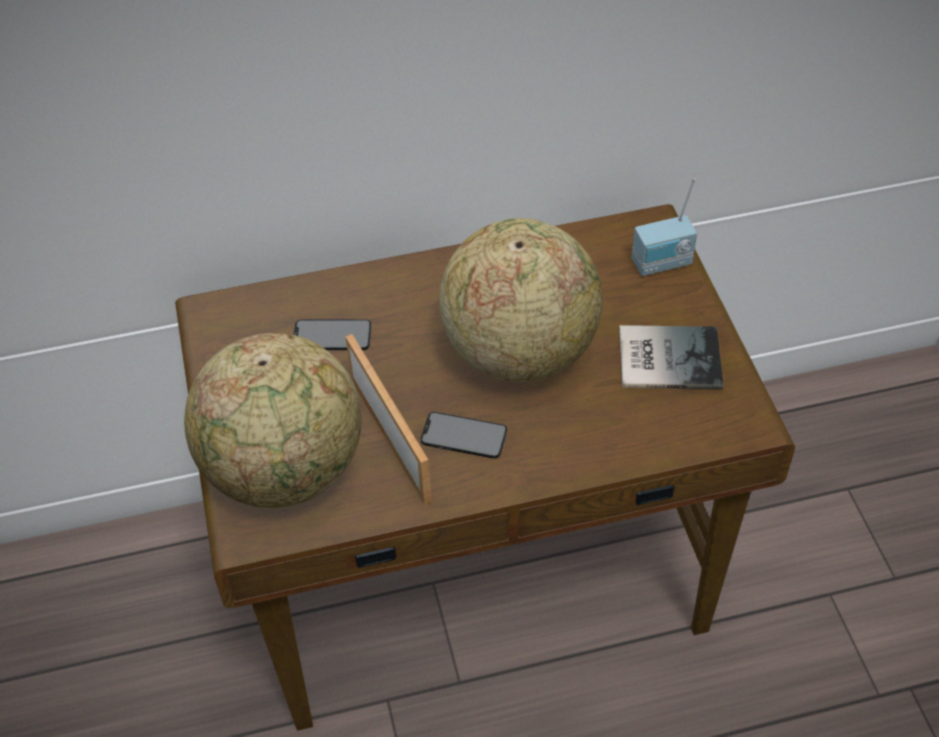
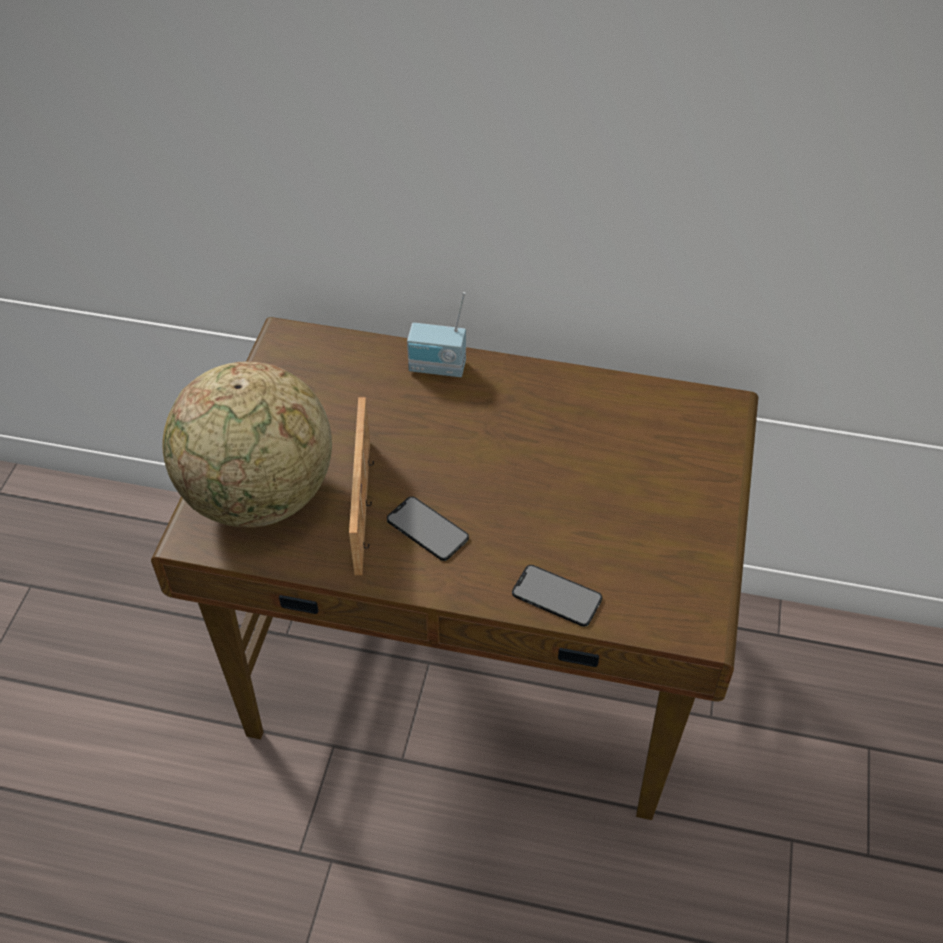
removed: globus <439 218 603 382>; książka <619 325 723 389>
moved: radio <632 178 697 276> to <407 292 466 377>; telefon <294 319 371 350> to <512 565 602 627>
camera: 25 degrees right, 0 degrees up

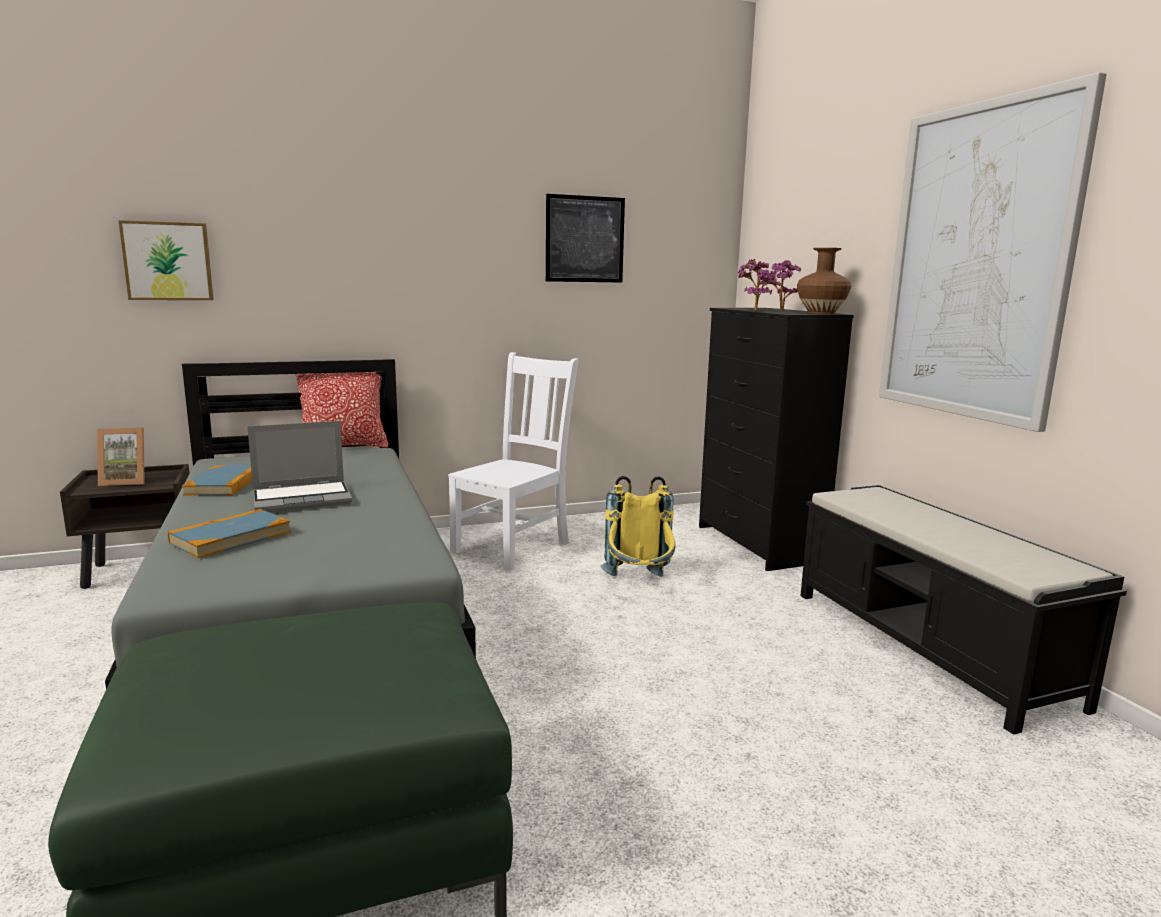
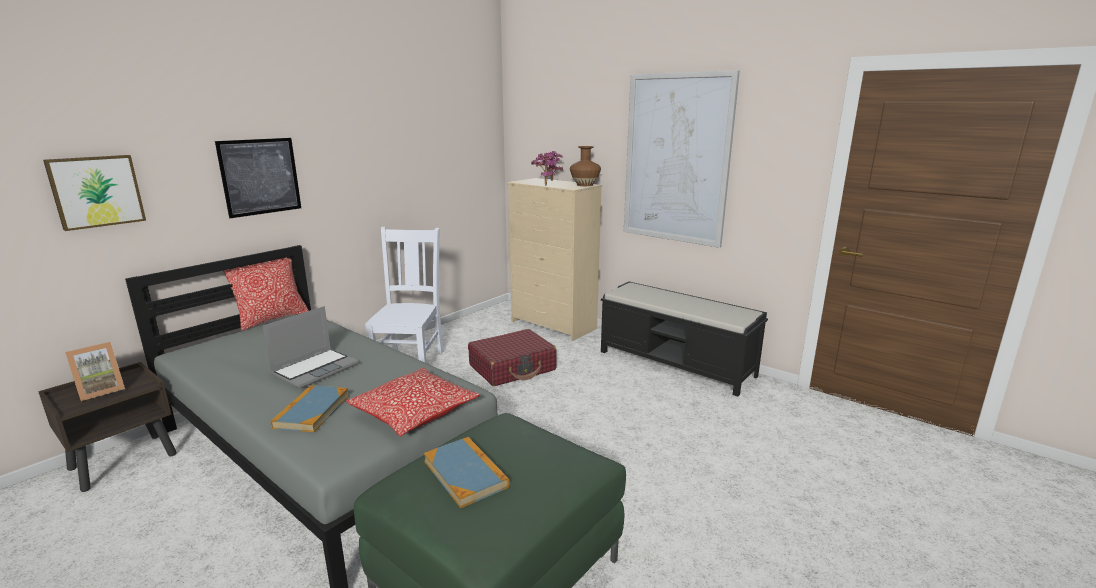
added: poduszka <346 367 480 437>
moved: obraz <546 194 625 283> to <215 138 301 218>; książka <182 465 252 496> to <424 437 510 508>
replaced: plecak/żółty <601 476 676 577> to walizka/czerwony <468 329 557 386>
recoloured: komoda/czarny <699 308 854 571> to komoda/beżowy <507 178 602 341>
camera: 30 degrees left, 5 degrees up

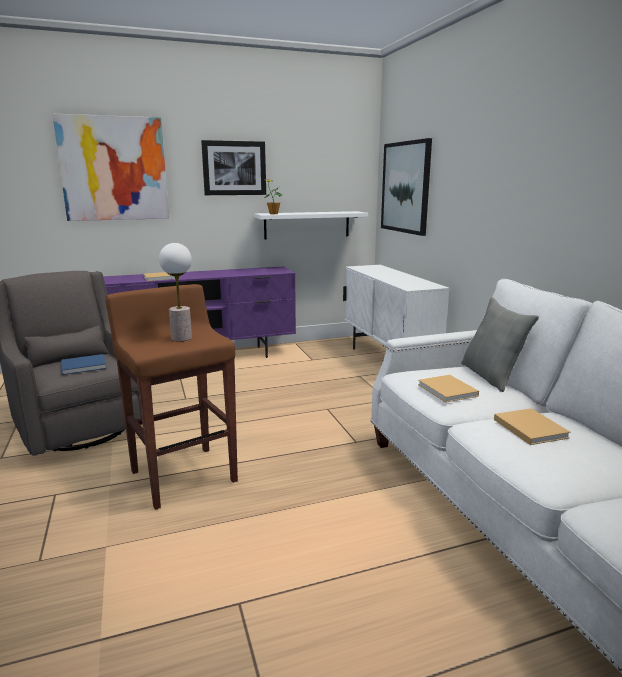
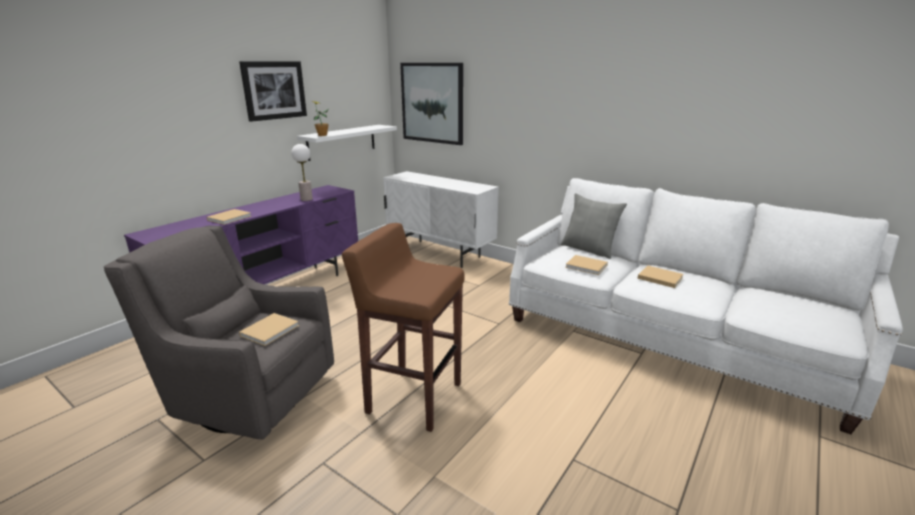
removed: obraz <52 114 169 221>
moved: lampa stołowa <159 243 192 341> to <291 144 313 201>
recoloured: książka/niebieski <61 354 107 375> to książka/beżowy <239 313 299 346>
camera: 35 degrees left, 5 degrees up

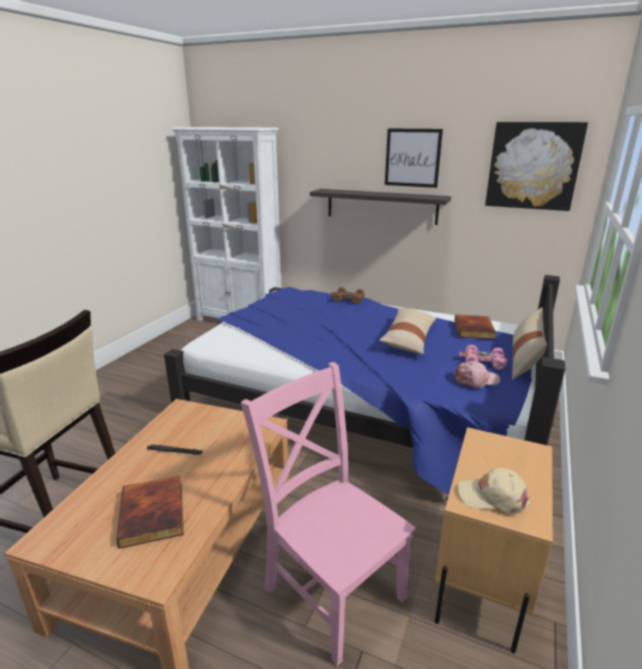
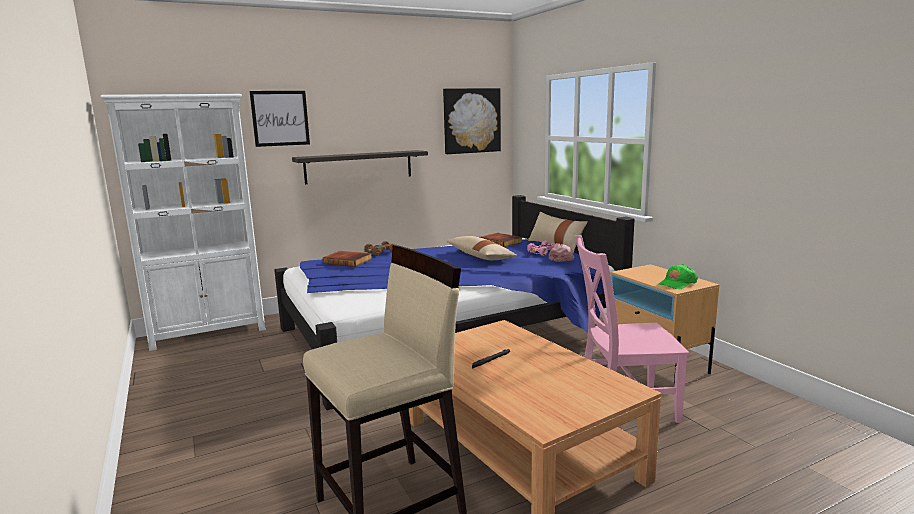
moved: obraz <385 128 443 188> to <249 91 310 147>; książka <116 476 184 549> to <323 251 372 267>
recoloured: czapka z daszkiem/beżowy <458 468 530 514> to czapka z daszkiem/zielony <658 264 698 289>
camera: 50 degrees left, 10 degrees down

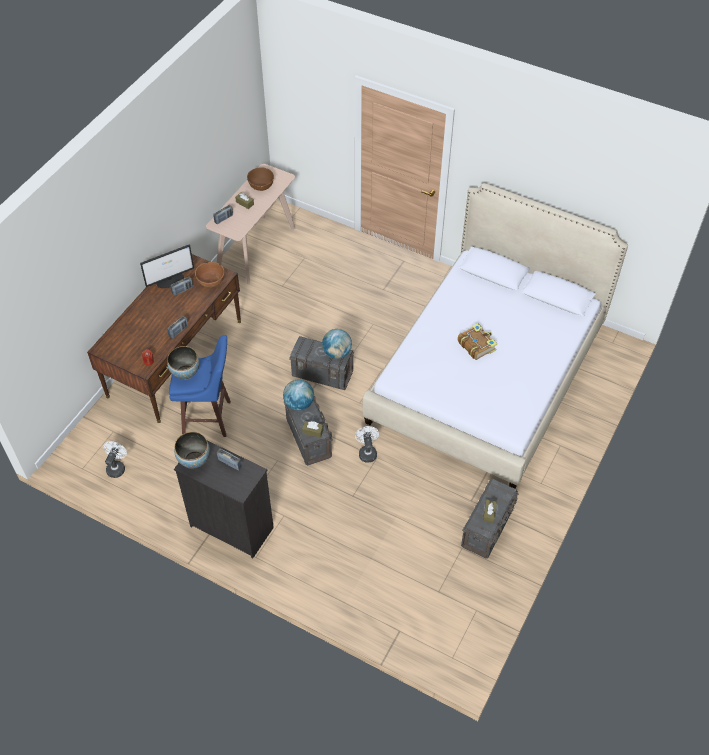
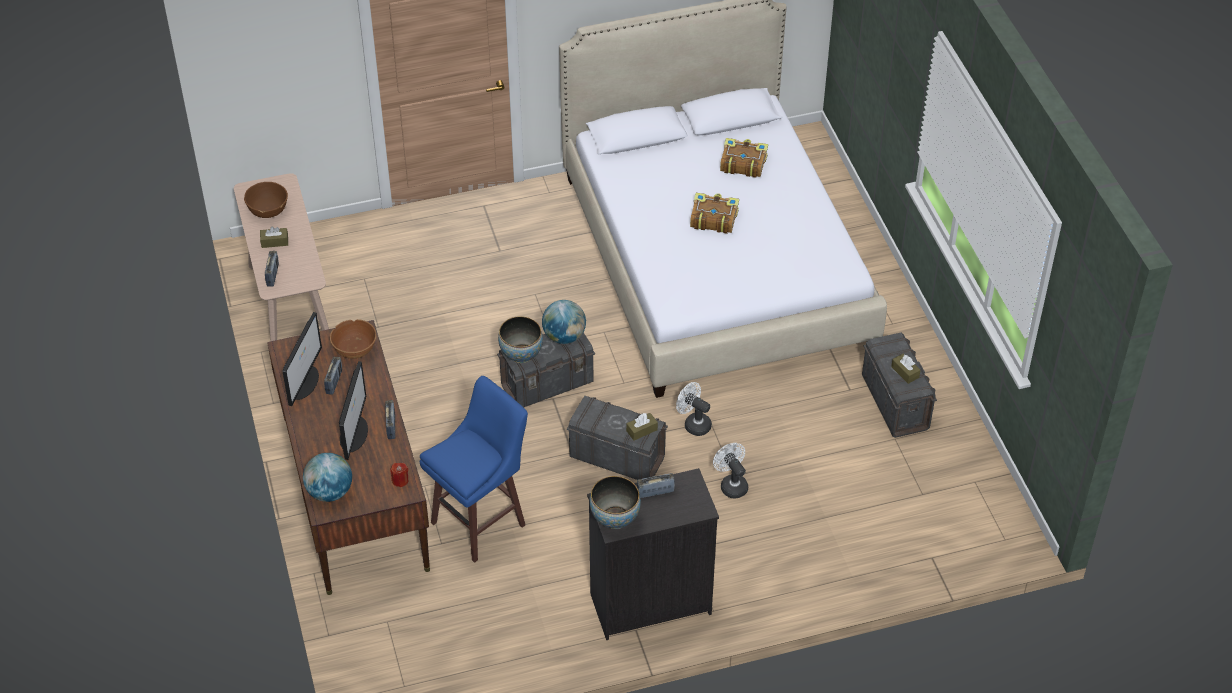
added: książka <720 138 768 178>; monitor <339 361 368 460>
moved: miska <167 346 199 380> to <498 316 543 363>; globus <283 380 314 411> to <303 453 352 502>; wentylator/biały <103 441 127 478> to <713 443 748 498>
camera: 45 degrees left, 5 degrees down

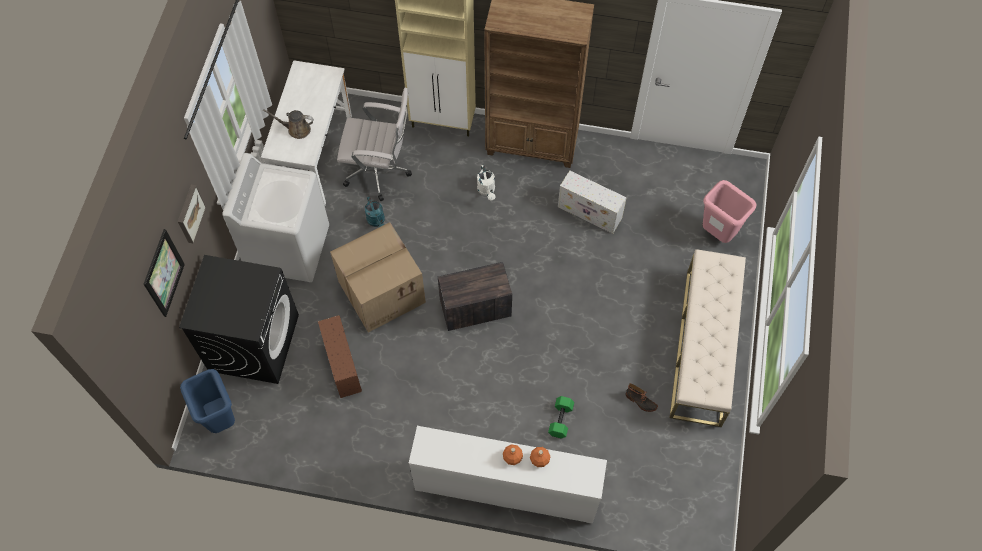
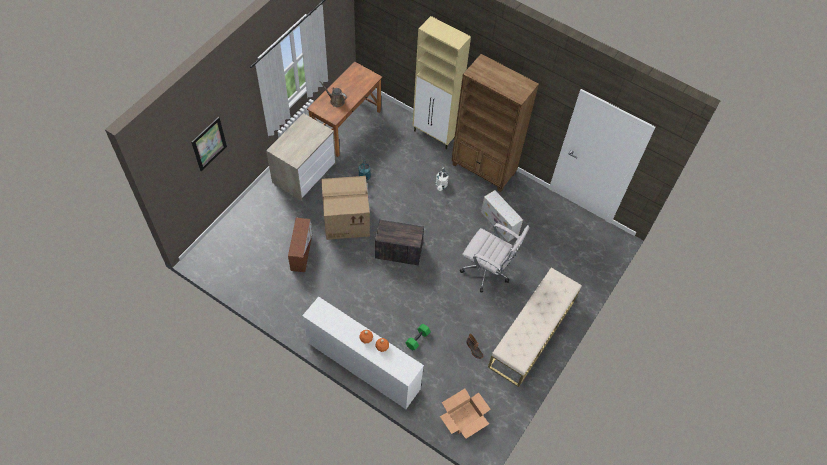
removed: kosz na śmieci/różowy <703 180 757 243>; obraz <178 185 206 244>; pralka/czarny <179 255 299 384>; kosz na śmieci/niebieski <180 369 235 433>
added: karton <440 389 491 439>
moved: krzesło biurowe/biały <337 88 412 201> to <460 223 529 292>
replaced: pralka/biały <222 153 329 282> to komoda <266 113 336 201>
recoloured: biurko/biały <261 60 352 206> to biurko/brązowy <307 61 383 157>
camera: 20 degrees right, 5 degrees down

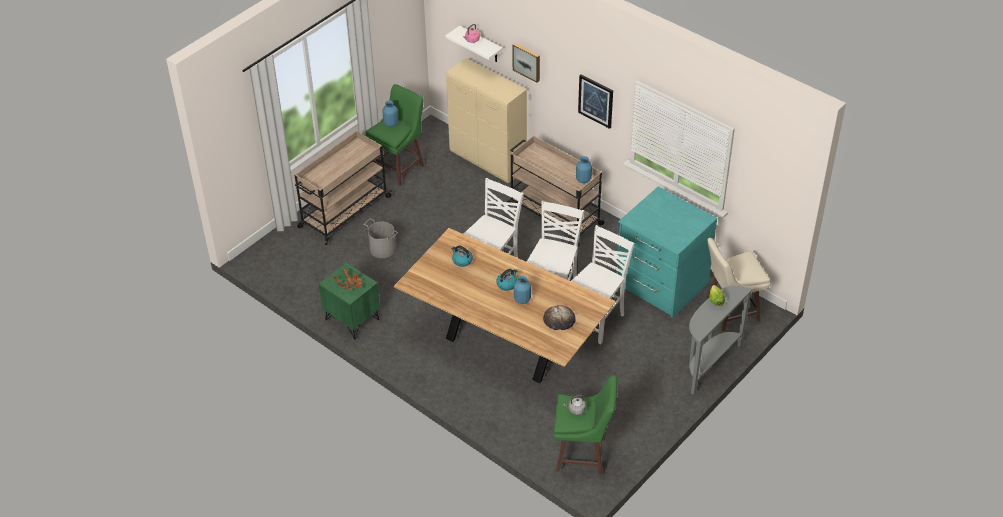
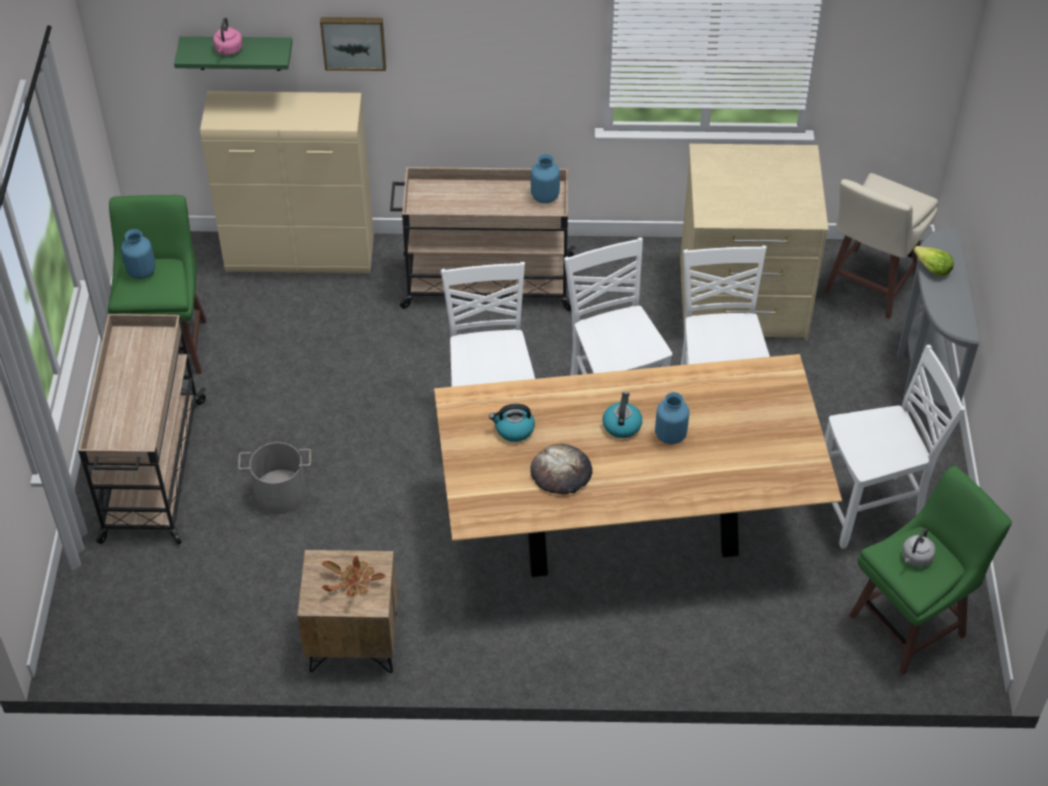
removed: obraz <578 74 613 129>
added: krzesło/biały <824 344 965 549>
moved: chleb <543 305 576 330> to <530 444 593 495>
recoloured: półka/biały <445 26 503 62> to półka/zielony <174 36 292 71>; komoda/turkusowy <617 187 717 318> to komoda/beżowy <680 144 829 340>; szafka nocna/zielony <319 263 380 339> to szafka nocna/brązowy <297 550 397 673>
camera: 40 degrees left, 5 degrees up

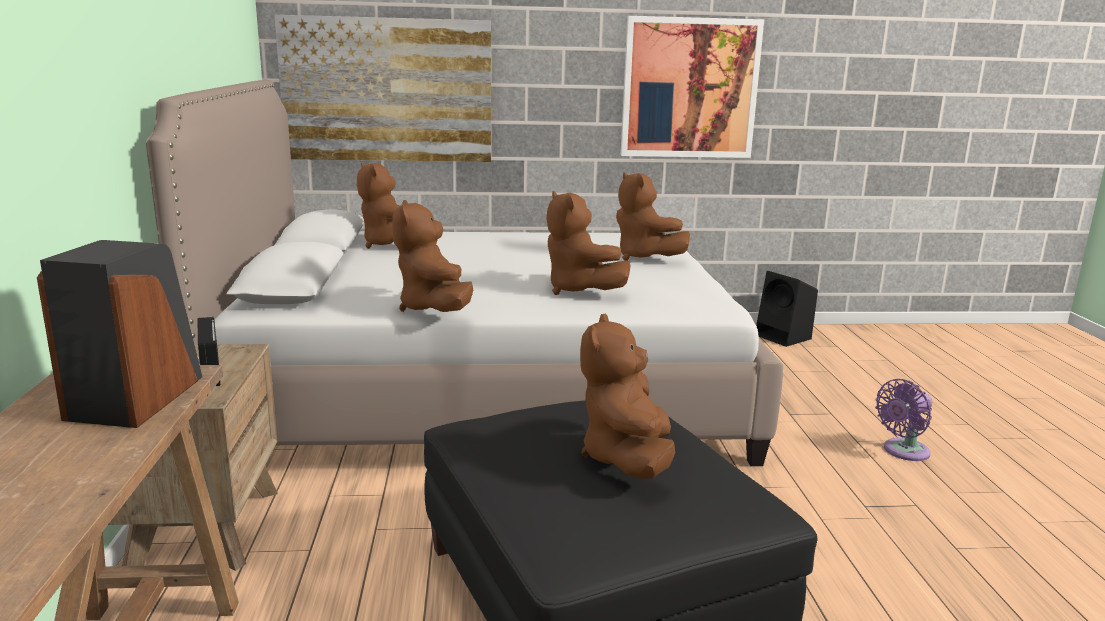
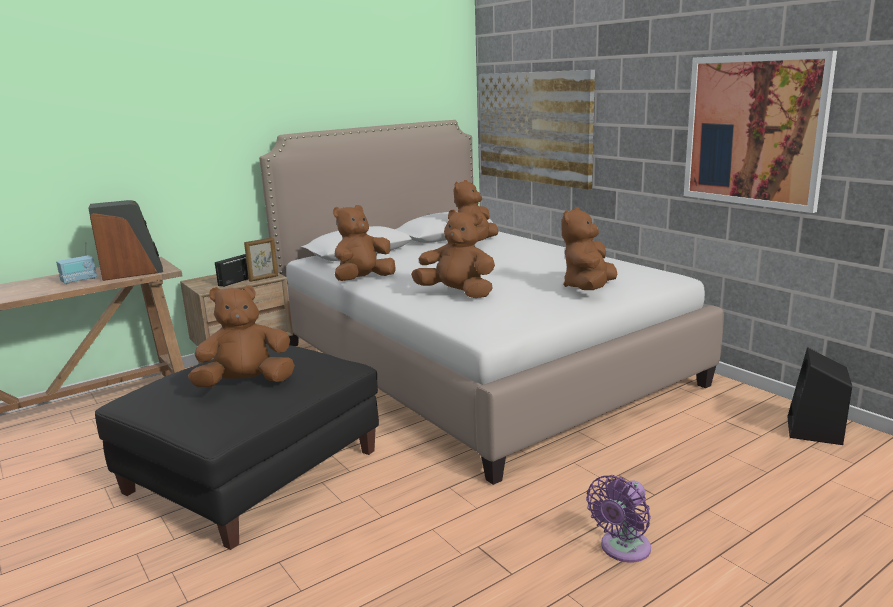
added: ramka na zdjęcie <244 237 278 282>; radio <56 242 97 284>
turned: pluszak/brązowy <546 191 631 295> = <411 210 495 298> 90 degrees clockwise; wentylator/fioletowy <875 379 932 461> = <586 475 651 563> 75 degrees counterclockwise
camera: 60 degrees right, 0 degrees up

